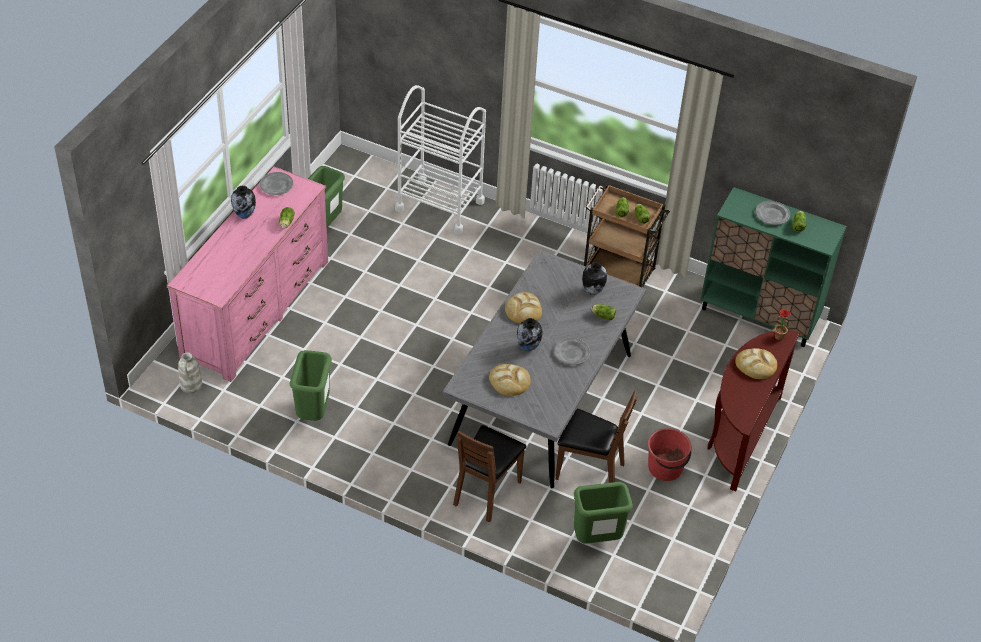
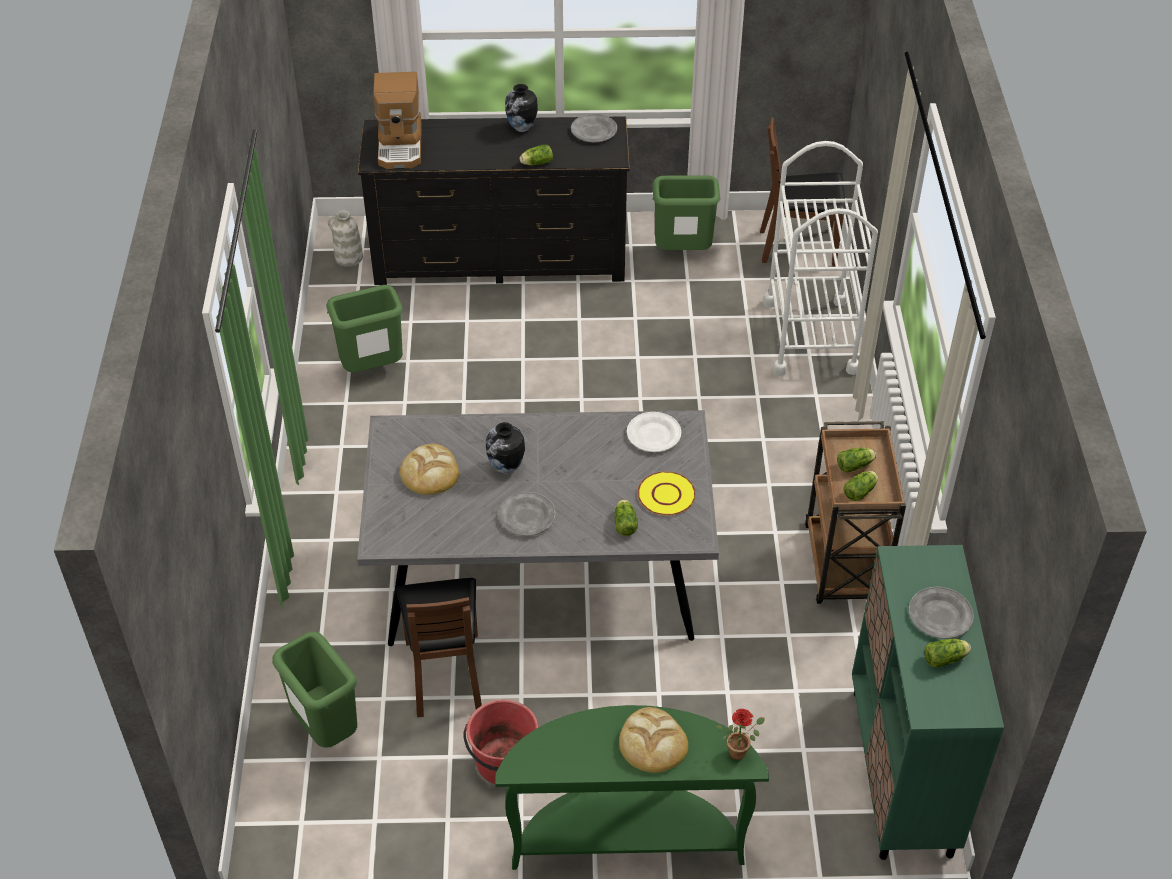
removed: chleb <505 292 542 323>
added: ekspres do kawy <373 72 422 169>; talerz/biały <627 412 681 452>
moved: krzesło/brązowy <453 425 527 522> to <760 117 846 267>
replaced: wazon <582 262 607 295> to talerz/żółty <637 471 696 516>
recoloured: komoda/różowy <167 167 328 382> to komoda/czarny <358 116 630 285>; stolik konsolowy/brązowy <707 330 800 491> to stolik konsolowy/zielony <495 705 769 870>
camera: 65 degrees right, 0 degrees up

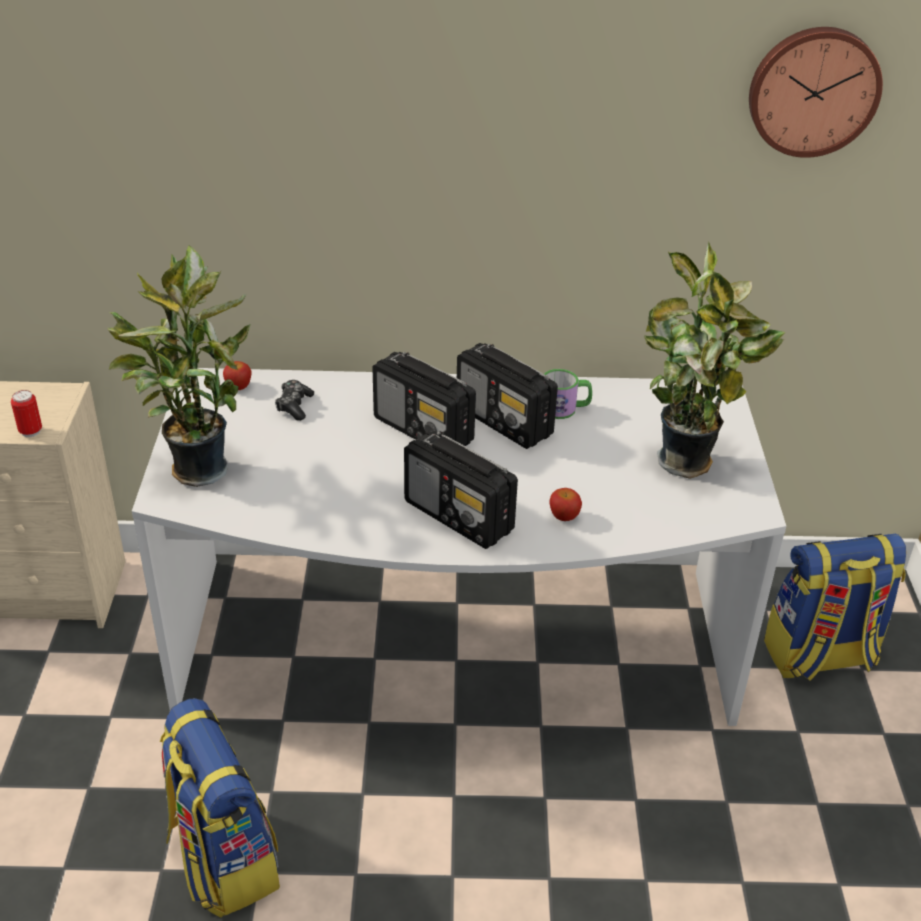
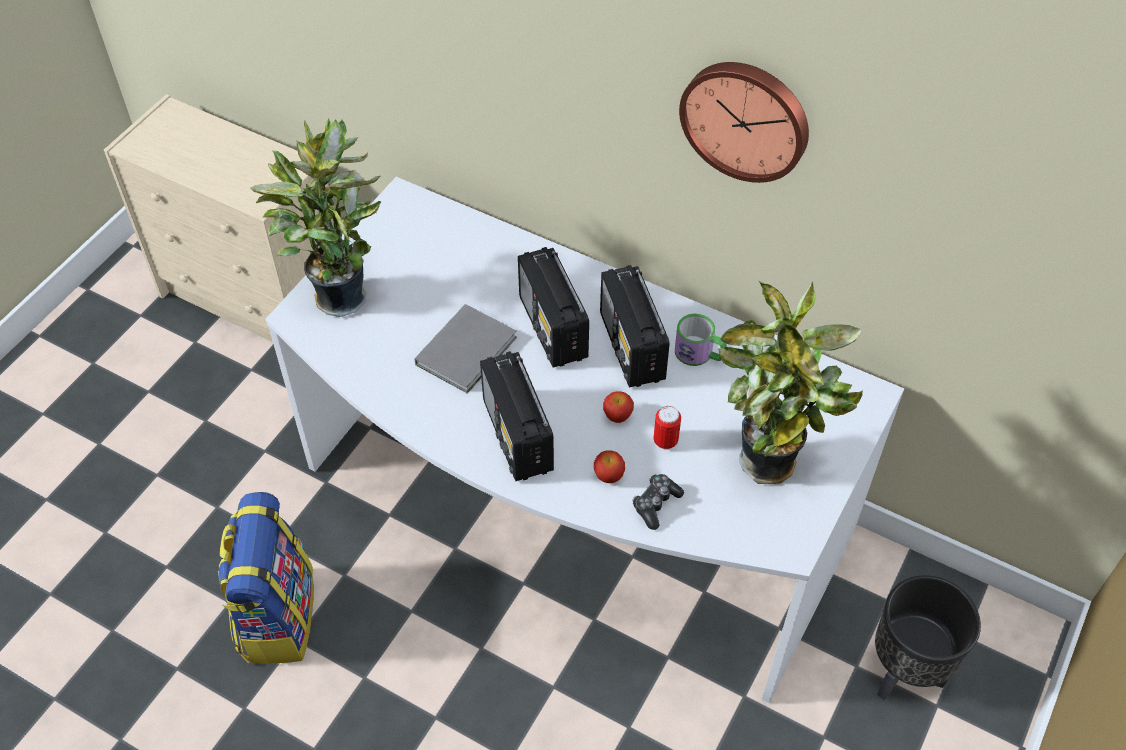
added: książka/szary <415 304 517 394>
moved: zegar ścienny <749 27 883 158> to <679 62 809 183>; jabłko <223 361 252 390> to <603 391 634 423>; pad do gier <275 380 314 421> to <632 474 684 530>; puszka <11 390 42 437> to <654 406 681 450>
replaced: plecak <764 534 906 681> to donica/czarny <875 575 981 700>
camera: 30 degrees right, 15 degrees up

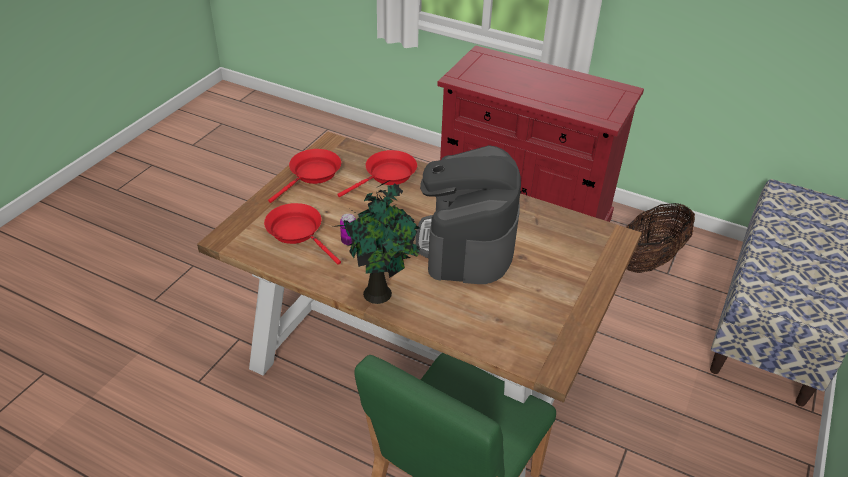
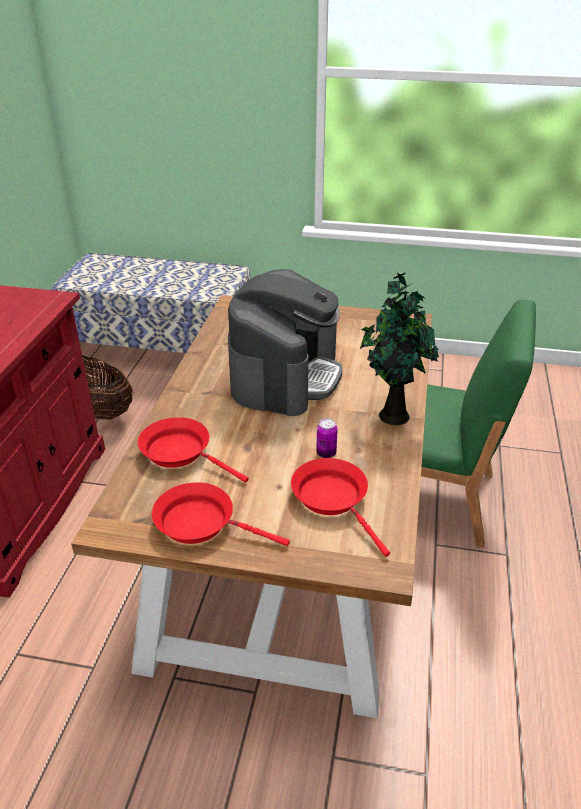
turned: ekspres do kawy <416 145 521 284> = <228 269 342 416> 60 degrees counterclockwise; patelnia/czerwony <264 203 341 265> = <291 458 390 557> 120 degrees clockwise
camera: 105 degrees left, 5 degrees down

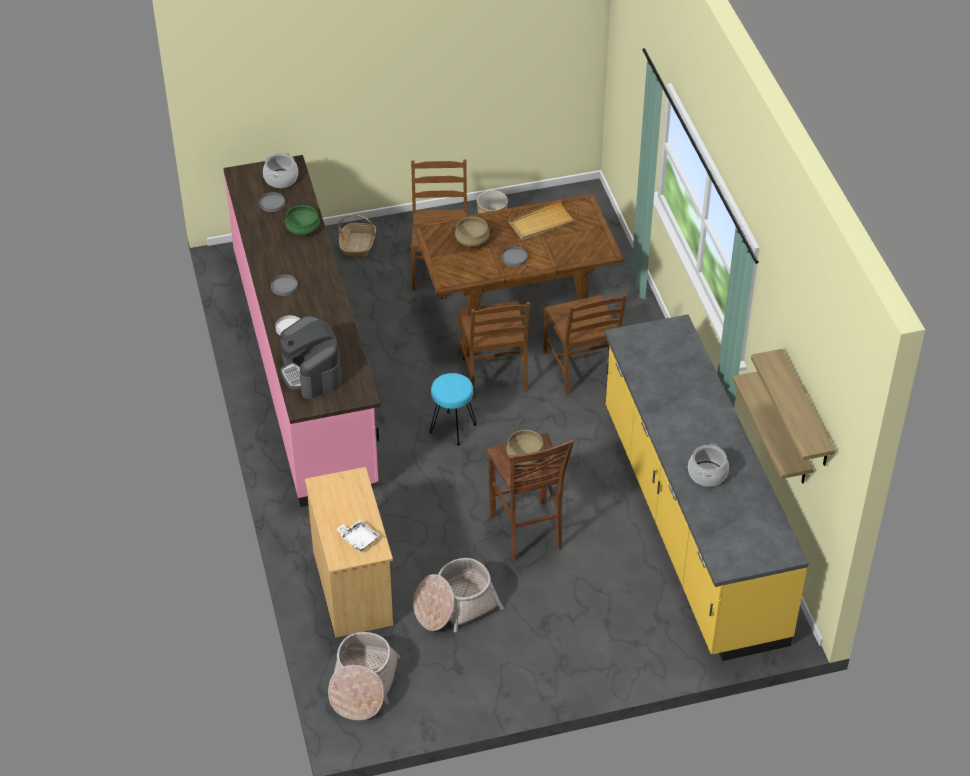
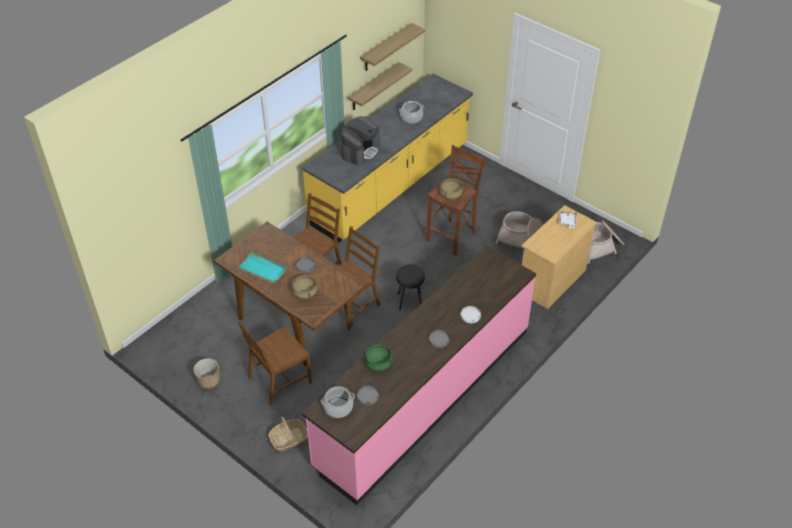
moved: ekspres do kawy <280 316 341 399> to <341 116 380 166>
recoloured: taca/beżowy <508 200 577 240> to taca/turkusowy <237 251 287 284>; stołek/turkusowy <430 373 477 446> to stołek/czarny <396 264 425 310>
camera: 125 degrees left, 0 degrees up

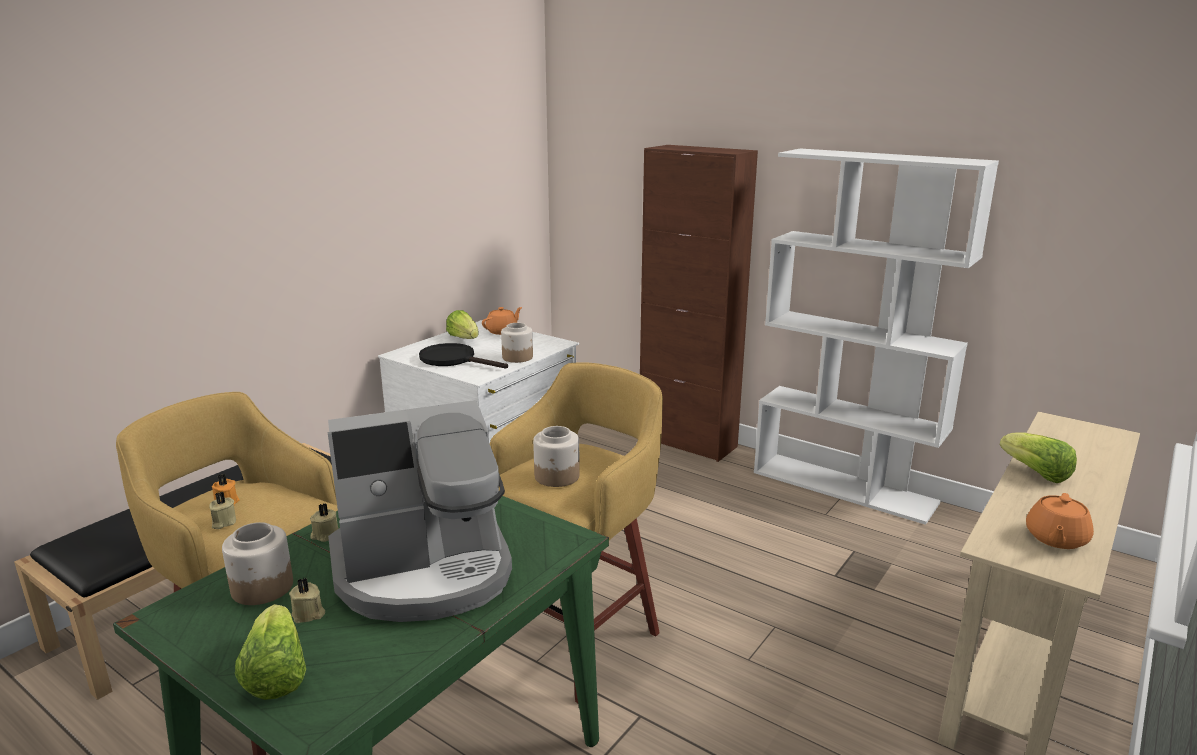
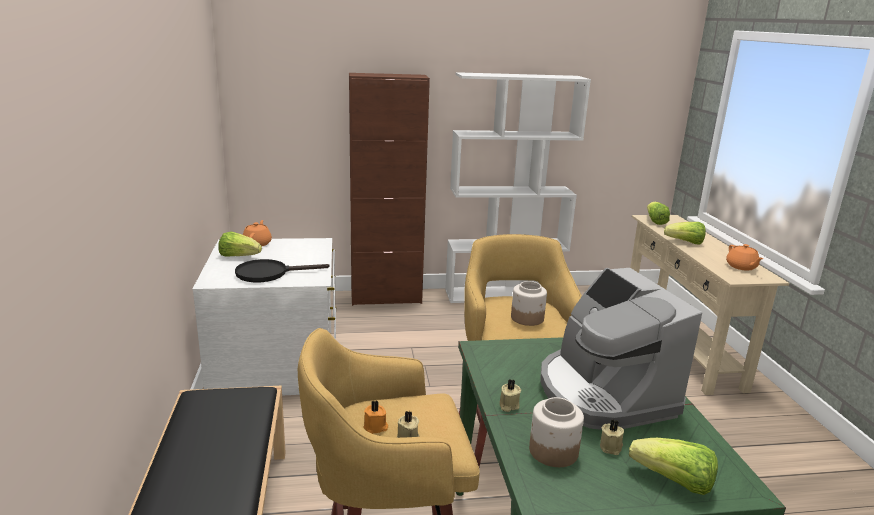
removed: słoik <501 323 533 363>
added: sałata <647 202 670 225>
turned: ekspres do kawy <328 400 512 622> = <540 268 702 430> 135 degrees clockwise
camera: 45 degrees left, 0 degrees up

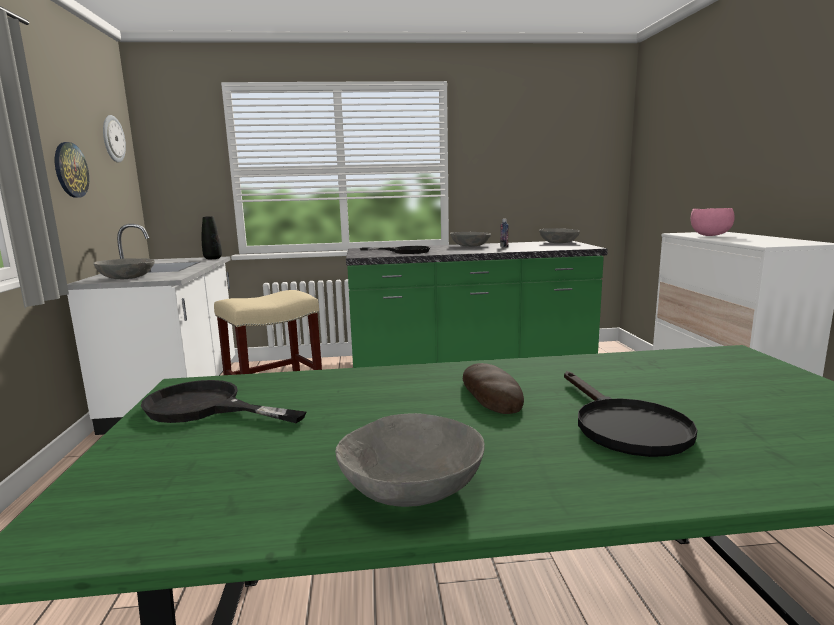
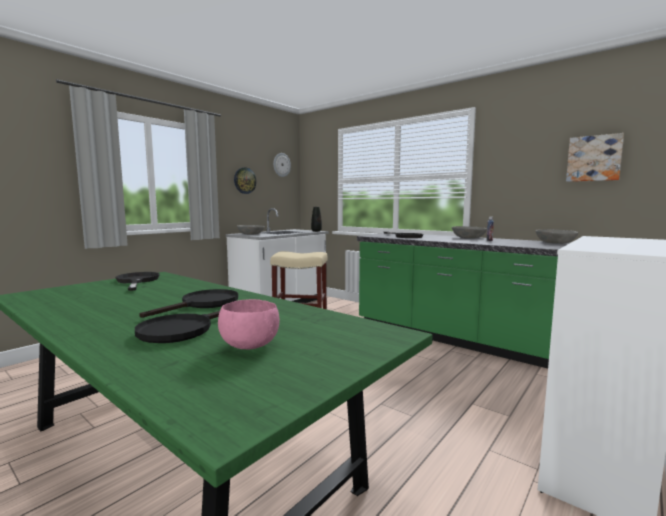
removed: miska/szary <335 413 485 507>
added: obraz <566 133 624 182>
moved: miska/różowy <691 208 735 236> to <218 299 279 349>
replaced: chleb <463 363 524 414> to patelnia/czarny <139 289 238 318>
camera: 45 degrees right, 5 degrees down

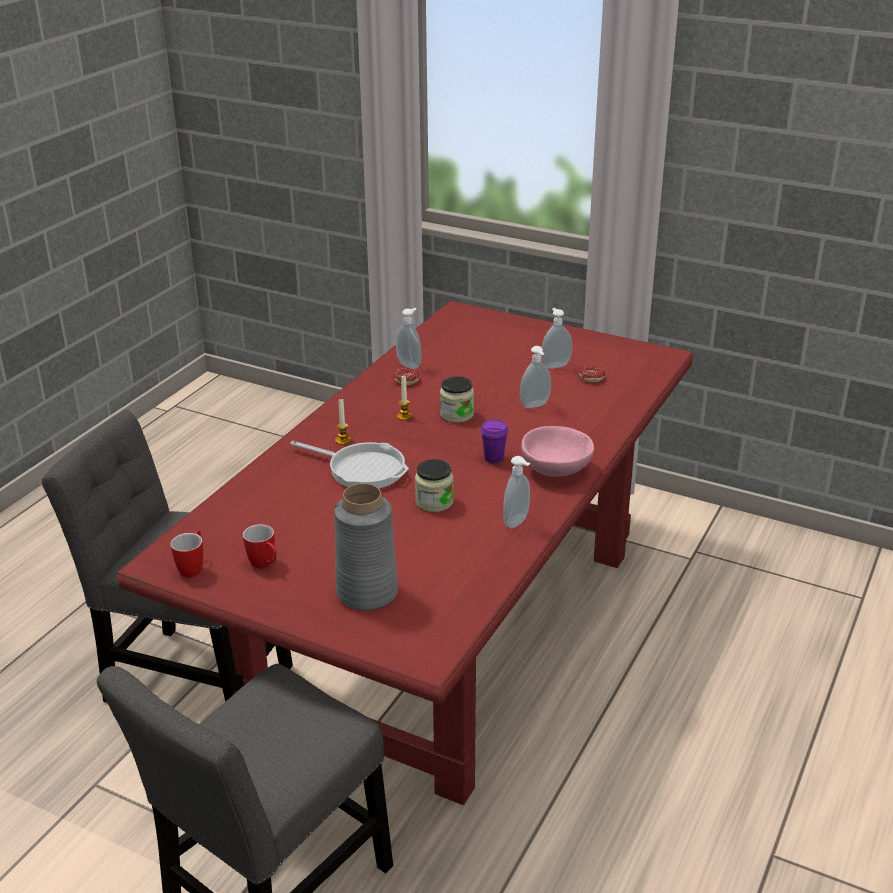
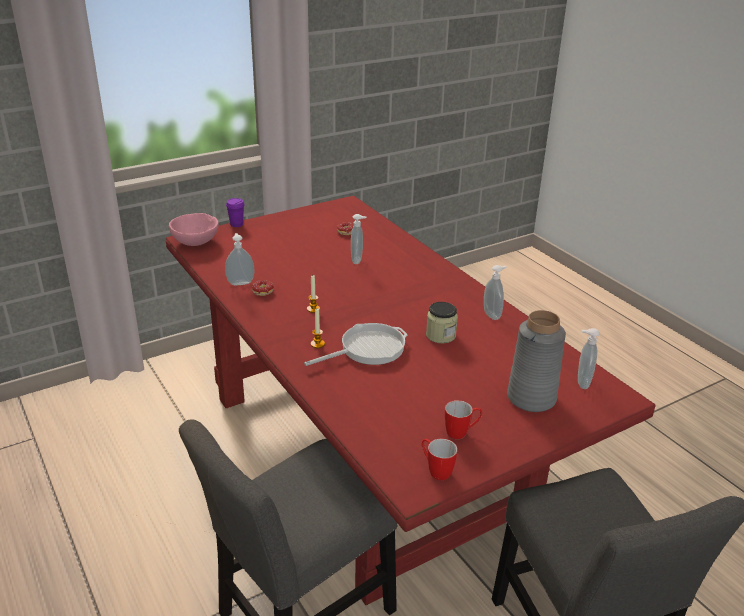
removed: słoik <440 376 474 423>
moved: dozownik mydła <541 308 572 369> to <578 328 600 389>; filiżanka/fioletowy <481 419 508 463> to <226 198 245 227>; miska/różowy <521 426 594 477> to <169 213 219 246>
camera: 60 degrees left, 0 degrees up

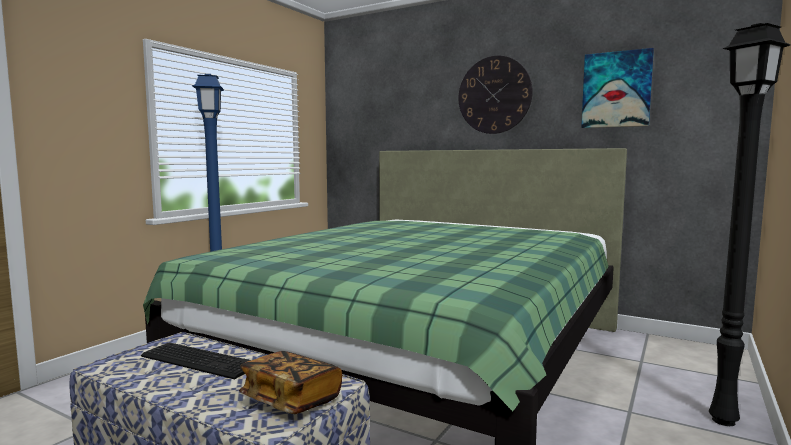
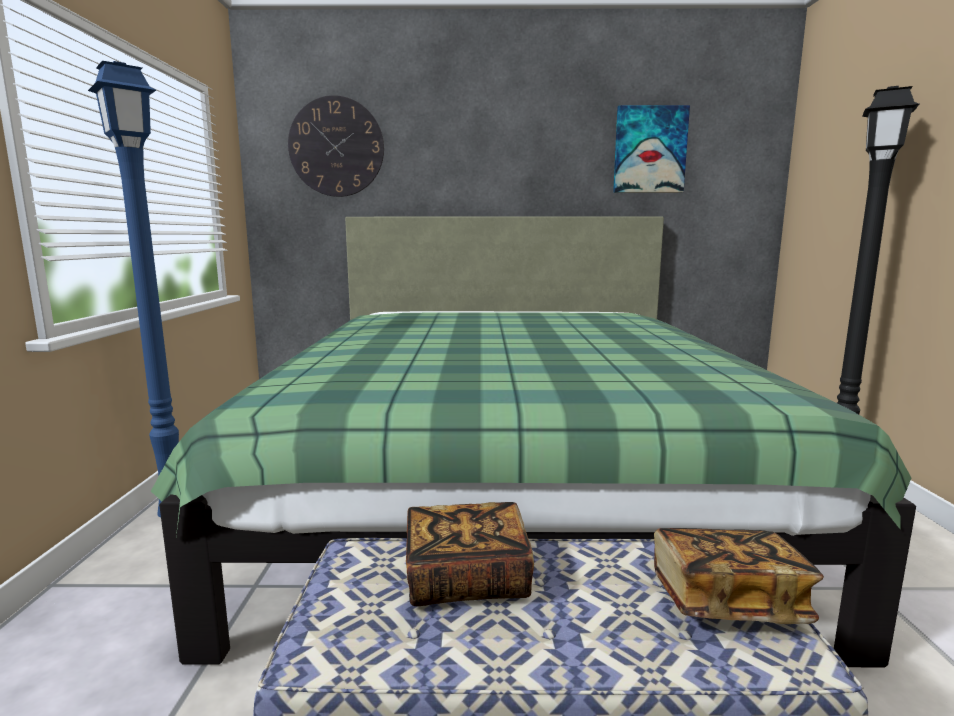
moved: zegar ścienny <459 56 533 134> to <288 95 384 197>
replaced: klawiatura <141 342 251 379> to książka <406 502 534 606>
camera: 30 degrees left, 5 degrees up

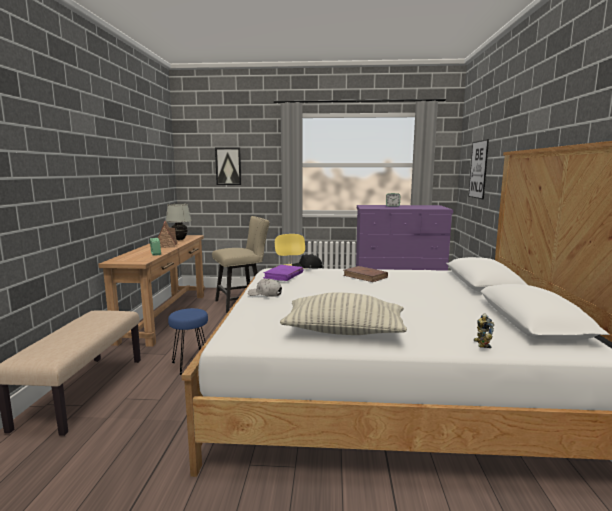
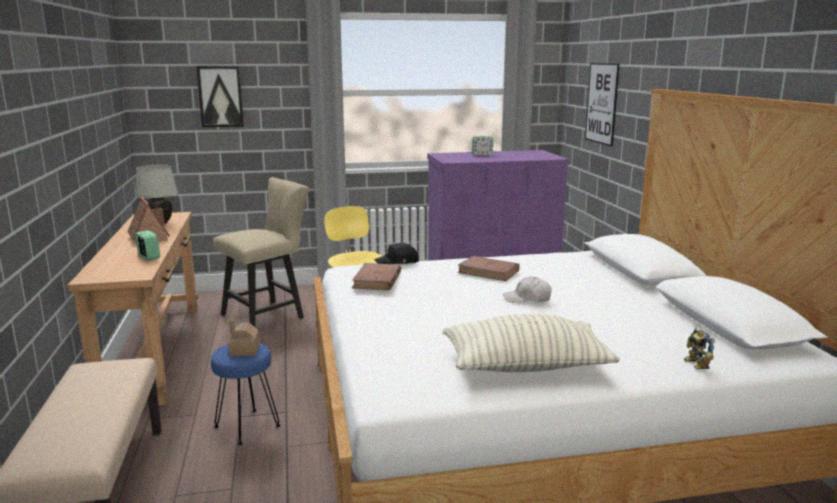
added: domek <228 316 260 356>
moved: czapka z daszkiem/biały <248 278 282 297> to <503 277 552 303>
recoloured: książka/fioletowy <263 265 303 281> to książka/brązowy <351 263 401 290>
camera: 15 degrees left, 5 degrees up

